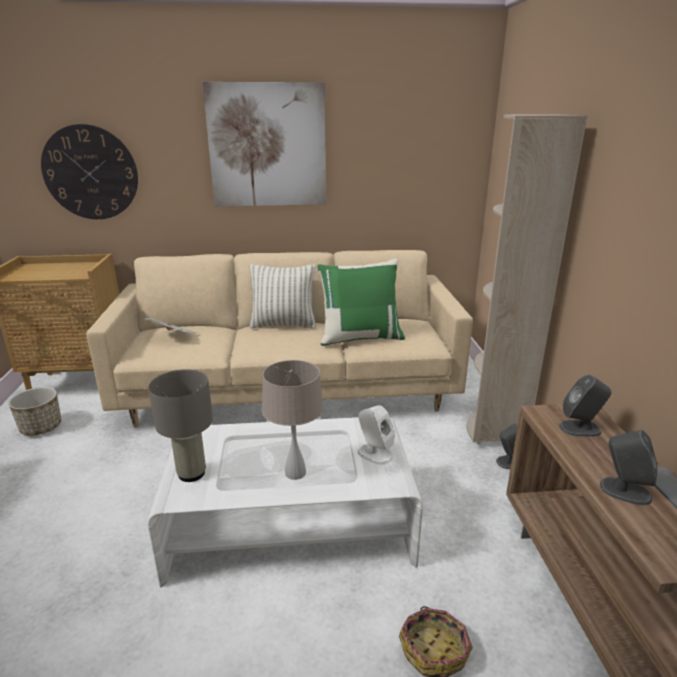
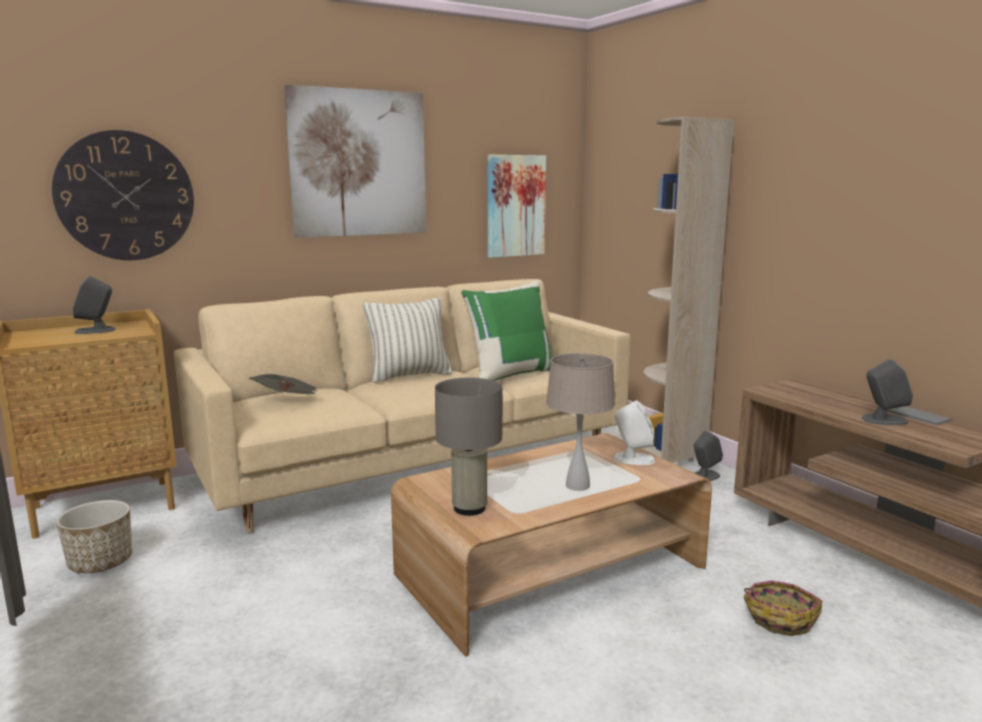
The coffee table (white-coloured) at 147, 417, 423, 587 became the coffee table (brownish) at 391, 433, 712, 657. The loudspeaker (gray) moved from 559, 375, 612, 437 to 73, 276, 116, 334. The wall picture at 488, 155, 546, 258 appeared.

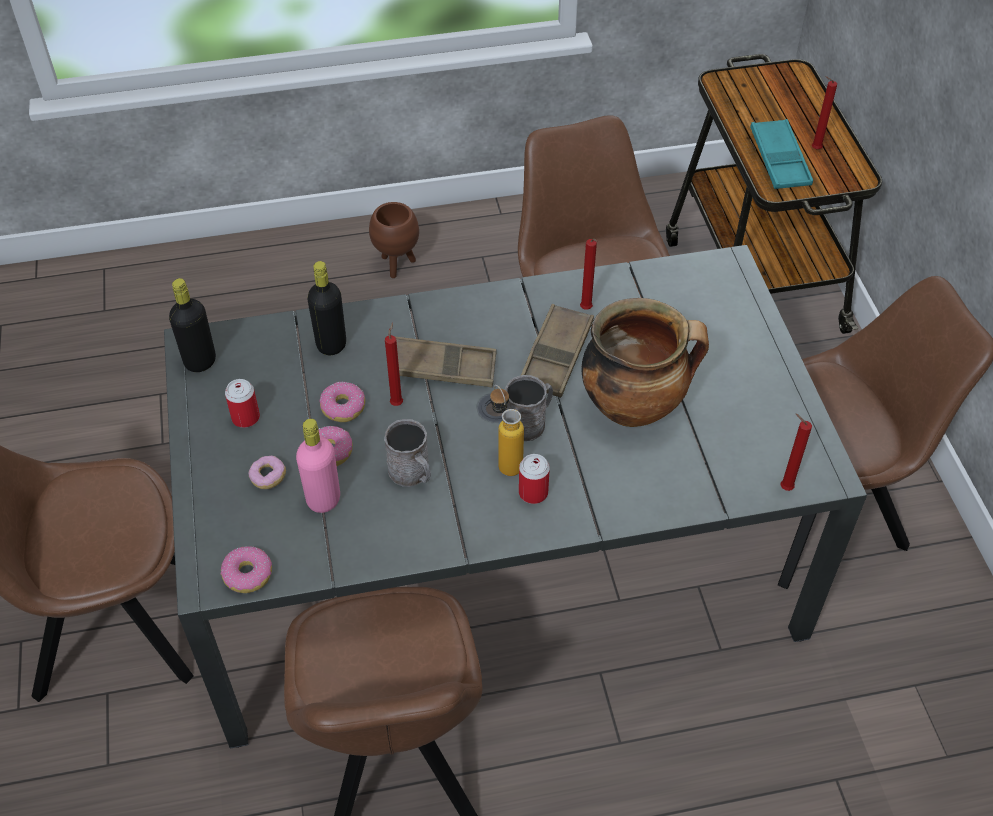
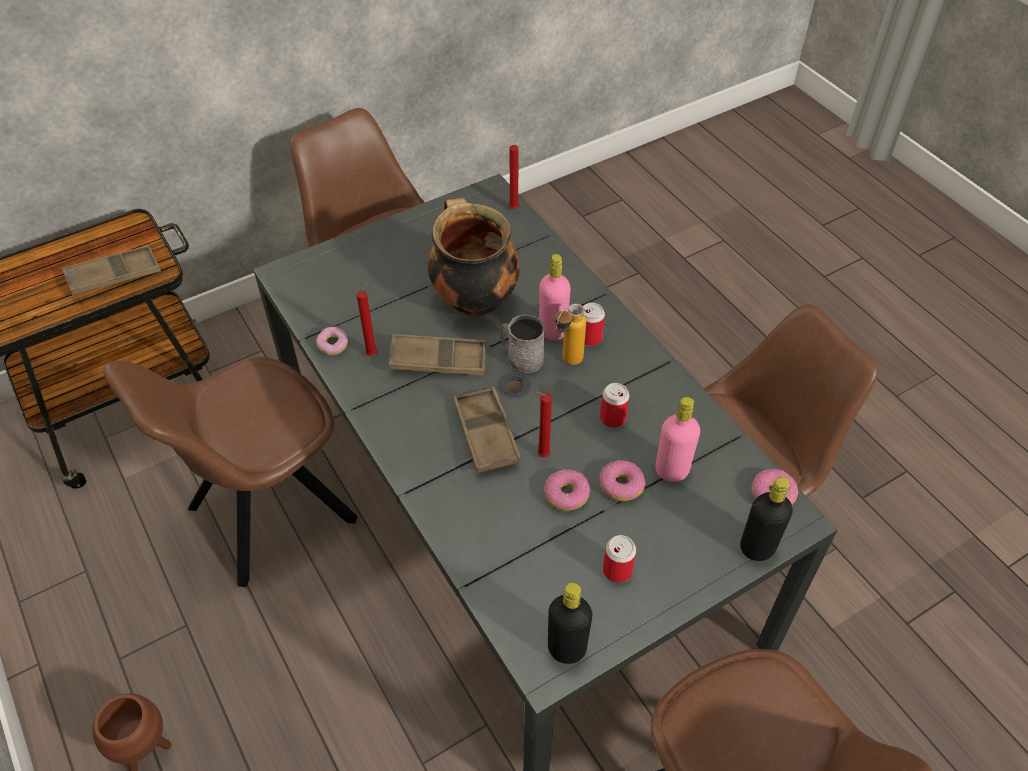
The ring doughnut moved from 249, 456, 286, 489 to 316, 327, 348, 355. The beverage bottle (blackish) moved from 307, 261, 346, 355 to 740, 477, 793, 561. The coffee mug (gray) at 384, 419, 431, 487 was replaced by the sealed can at 600, 383, 629, 428. The carrying tray (turquoise-coloured) at 750, 119, 813, 189 became the carrying tray (brownish) at 62, 245, 161, 295. The wax light (red-coloured) at 812, 76, 837, 150 disappeared. The beverage bottle (pink) at 539, 254, 571, 340 appeared.

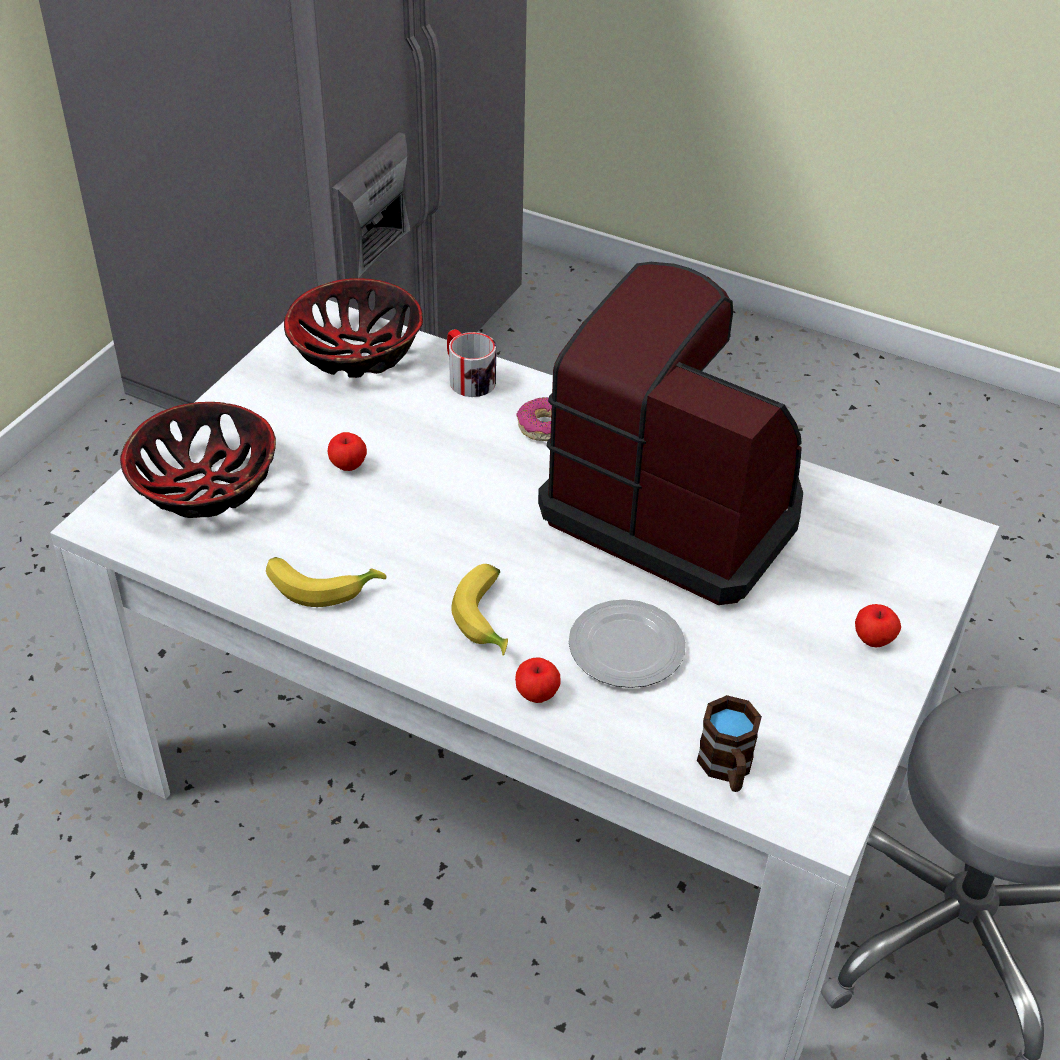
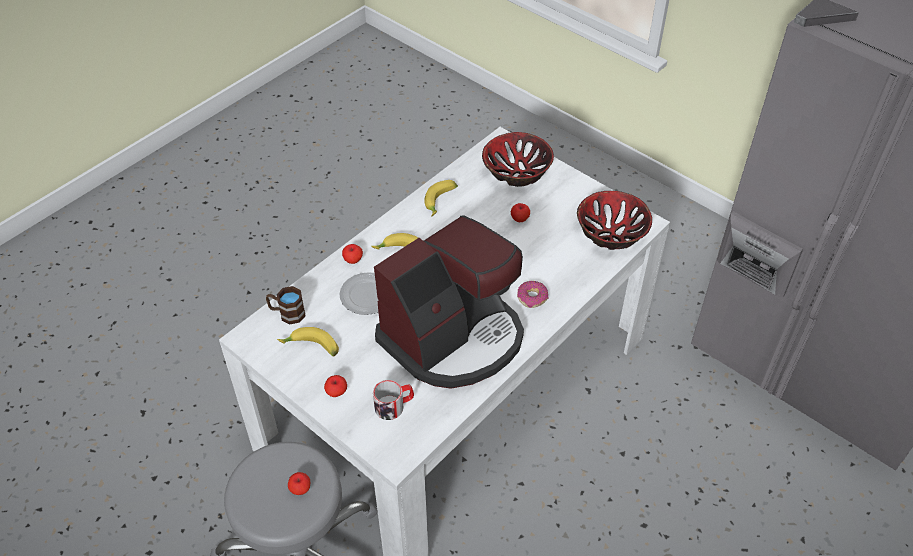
The coffee mug moved from 447, 329, 496, 397 to 373, 380, 414, 420. The banana fruit at 277, 327, 339, 357 appeared. The apple at 288, 472, 310, 495 appeared.

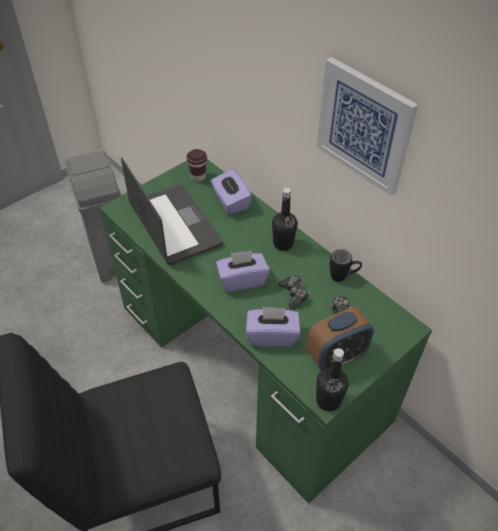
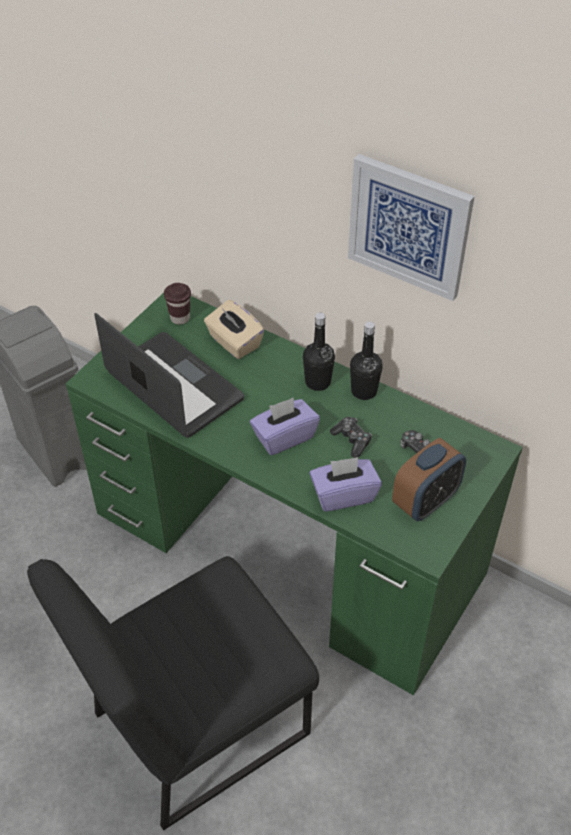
The tissue holder (purple-coloured) at 211, 169, 252, 215 became the tissue holder (beige) at 204, 300, 264, 359. The beverage bottle (blackish) moved from 316, 348, 349, 411 to 350, 322, 383, 400. The coffee mug (blackish) at 330, 249, 362, 282 disappeared.

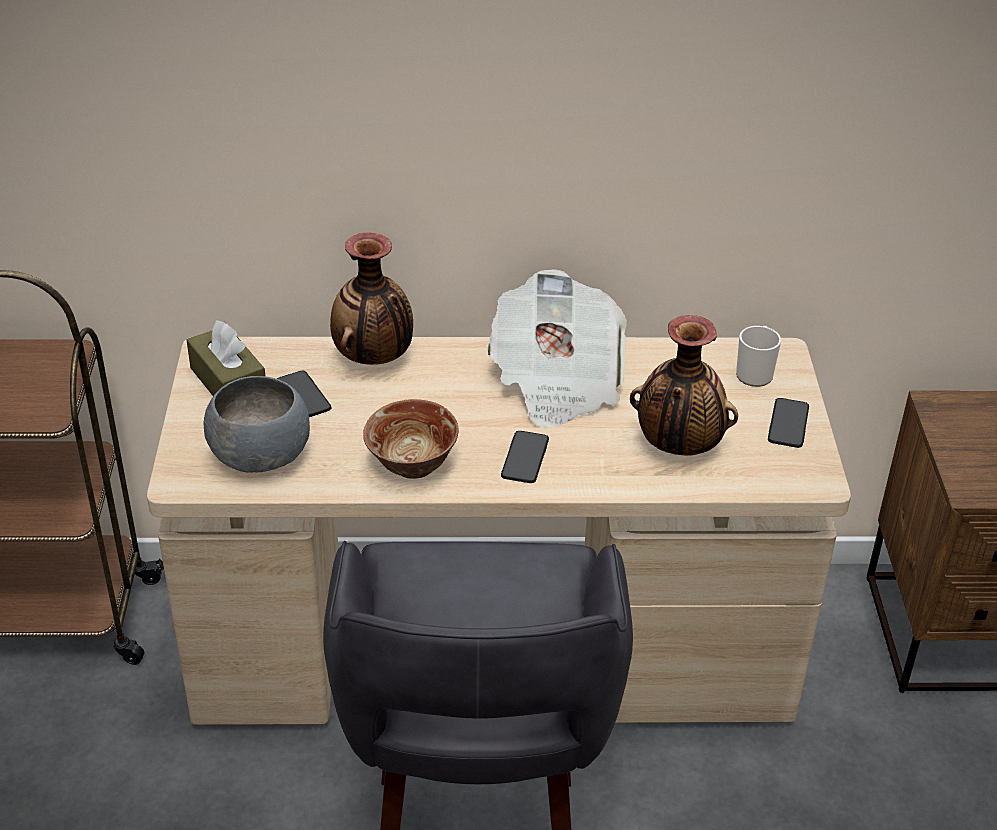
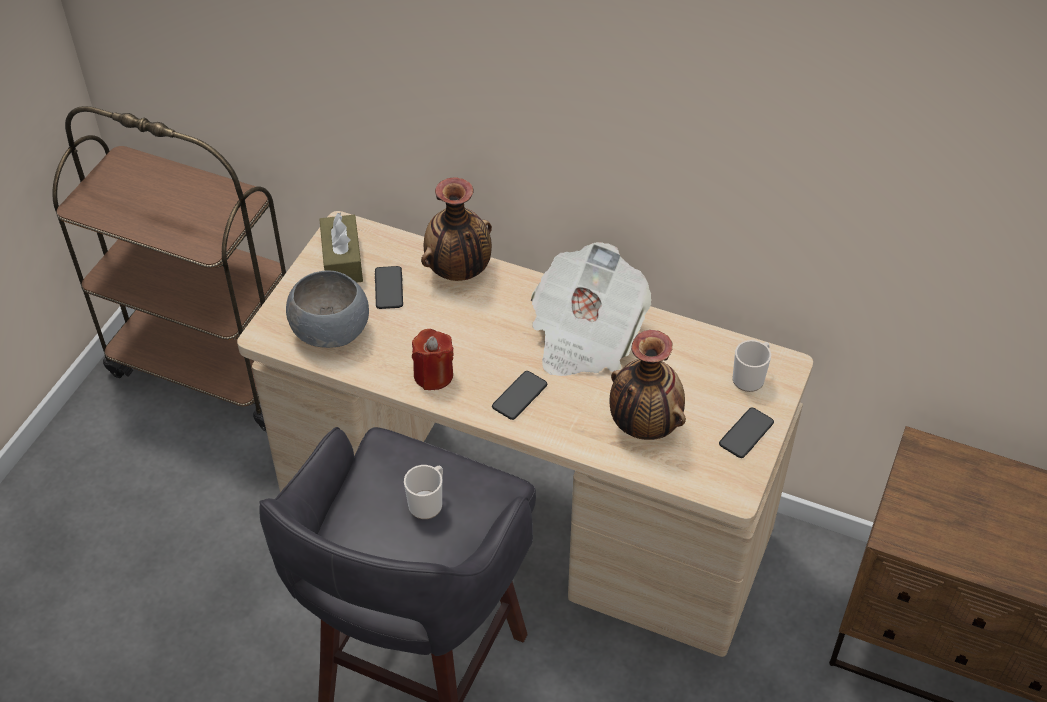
The serving bowl at 363, 399, 458, 479 was replaced by the wax light (red-coloured) at 412, 329, 454, 390. The coffee mug at 404, 465, 443, 519 appeared.

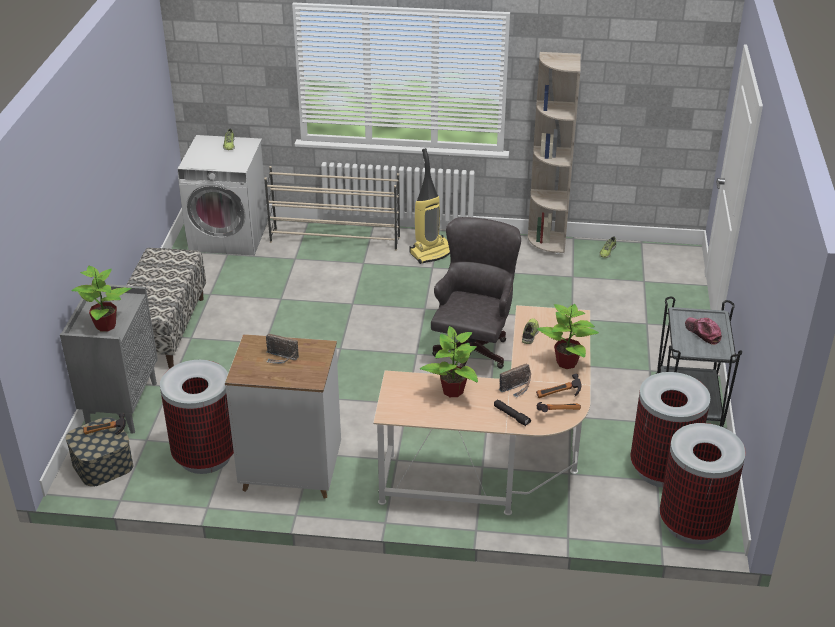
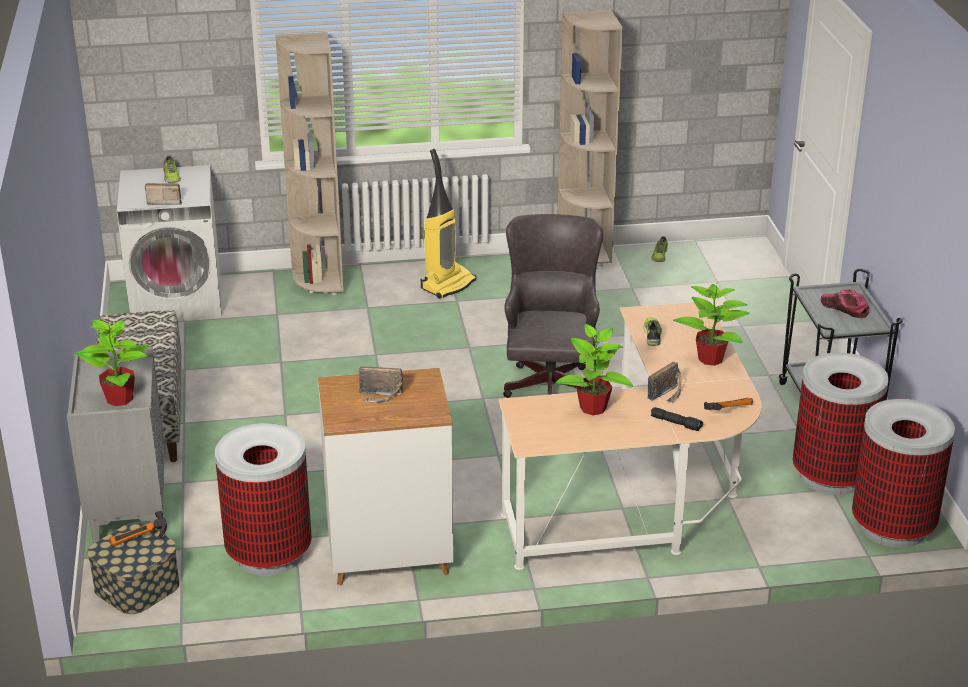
The shoe rack (beige) at 264, 166, 400, 251 was replaced by the bookcase (beige) at 275, 32, 343, 295. The hammer at 536, 374, 582, 398 disappeared. The radio receiver at 145, 183, 182, 205 appeared.

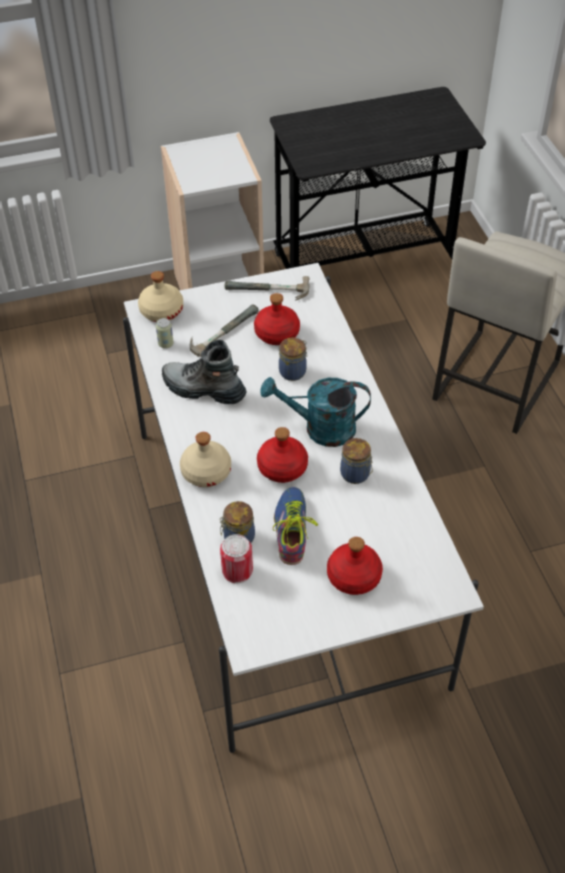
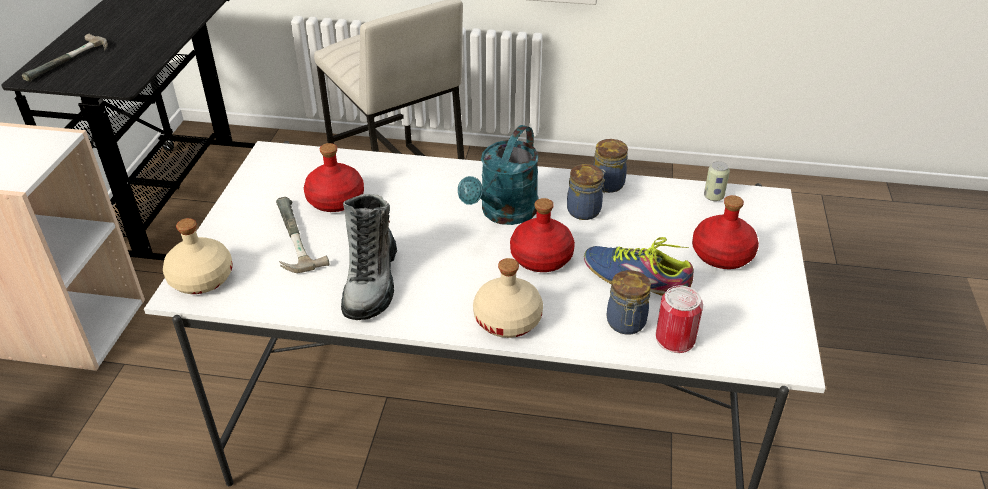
The sealed can moved from 156, 318, 174, 349 to 704, 161, 730, 201. The boot at 162, 340, 246, 404 turned 45 degrees counterclockwise. The hammer moved from 224, 276, 310, 301 to 22, 34, 108, 82. The preserve jar moved from 279, 337, 307, 381 to 593, 139, 628, 193.

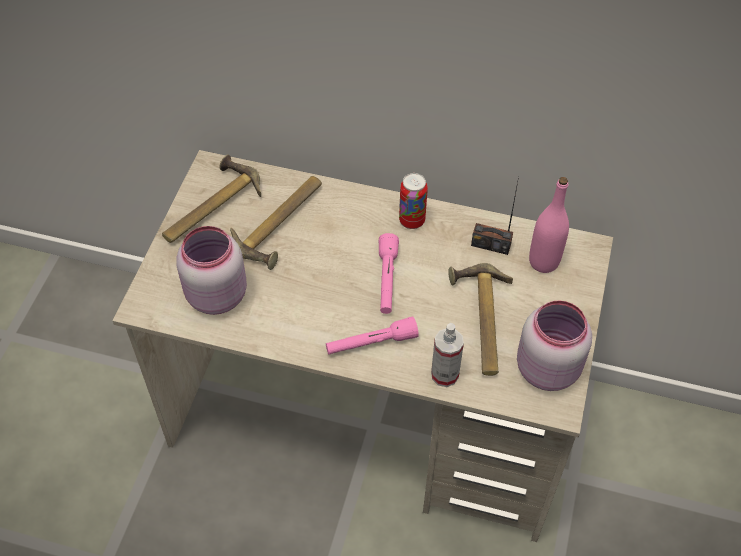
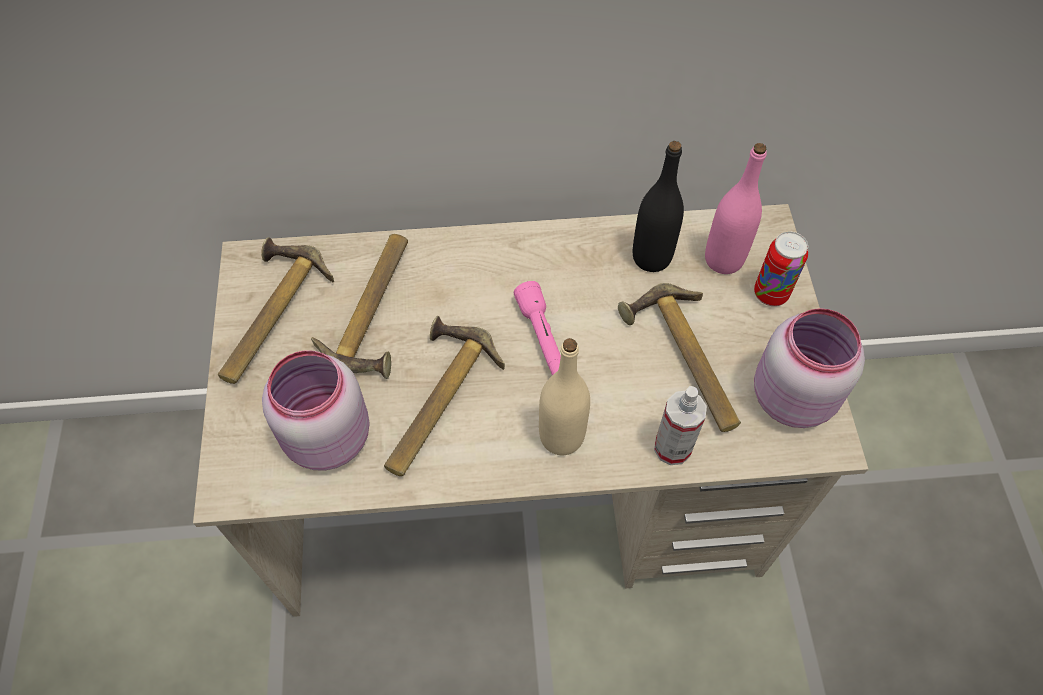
The hand torch (pink) at 326, 316, 419, 355 was replaced by the beverage bottle (beige) at 539, 338, 590, 455. The sealed can moved from 399, 173, 428, 229 to 754, 232, 808, 306. The radio receiver at 471, 177, 519, 255 was replaced by the beverage bottle (blackish) at 633, 141, 684, 272. The hammer at 384, 316, 505, 476 appeared.

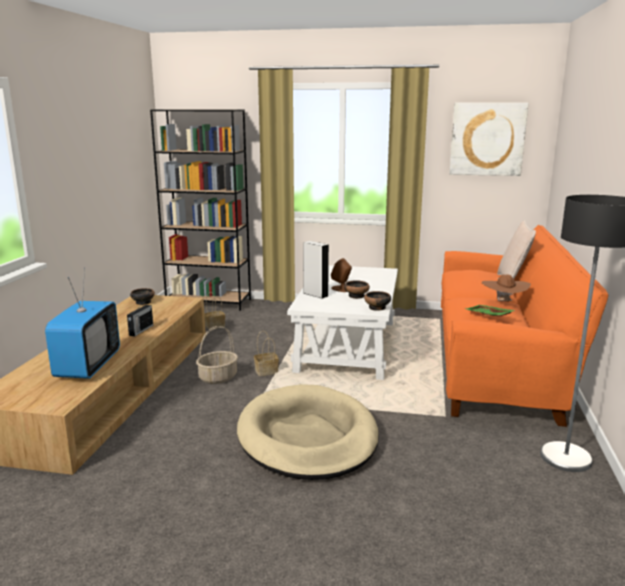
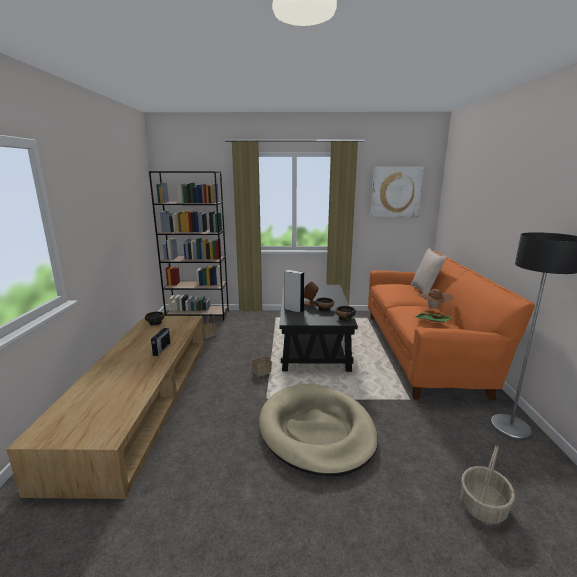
The television at 45, 268, 120, 379 disappeared. The household basket moved from 196, 326, 238, 384 to 460, 446, 515, 524. The coffee table (white-coloured) at 287, 265, 398, 380 became the coffee table (blackish) at 279, 285, 358, 372.

